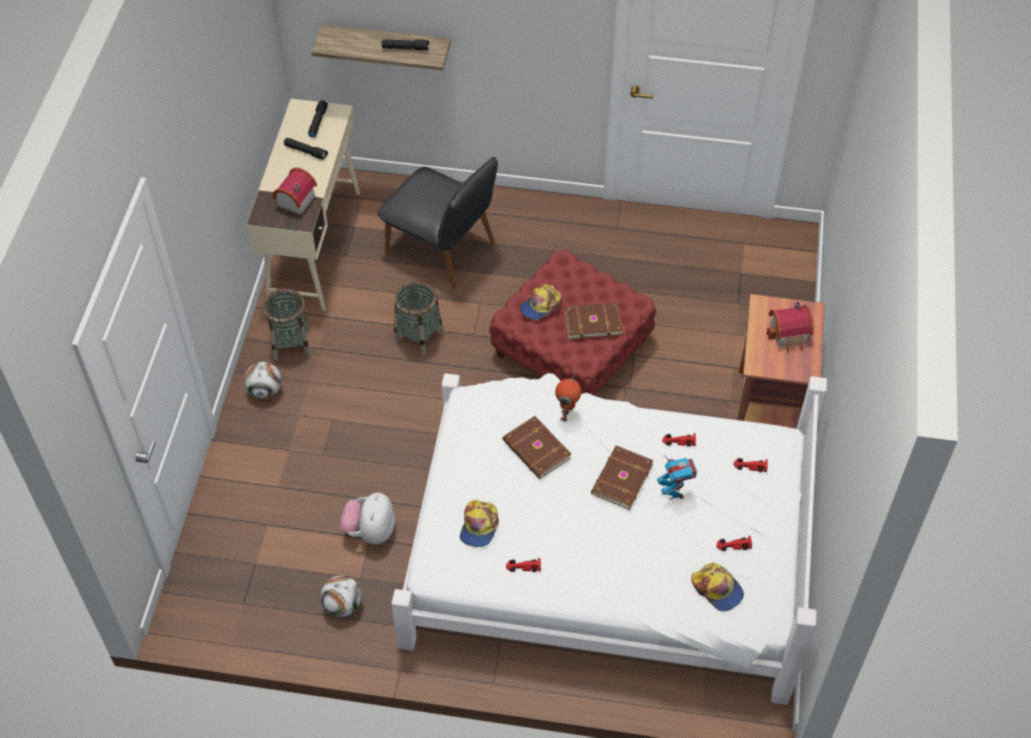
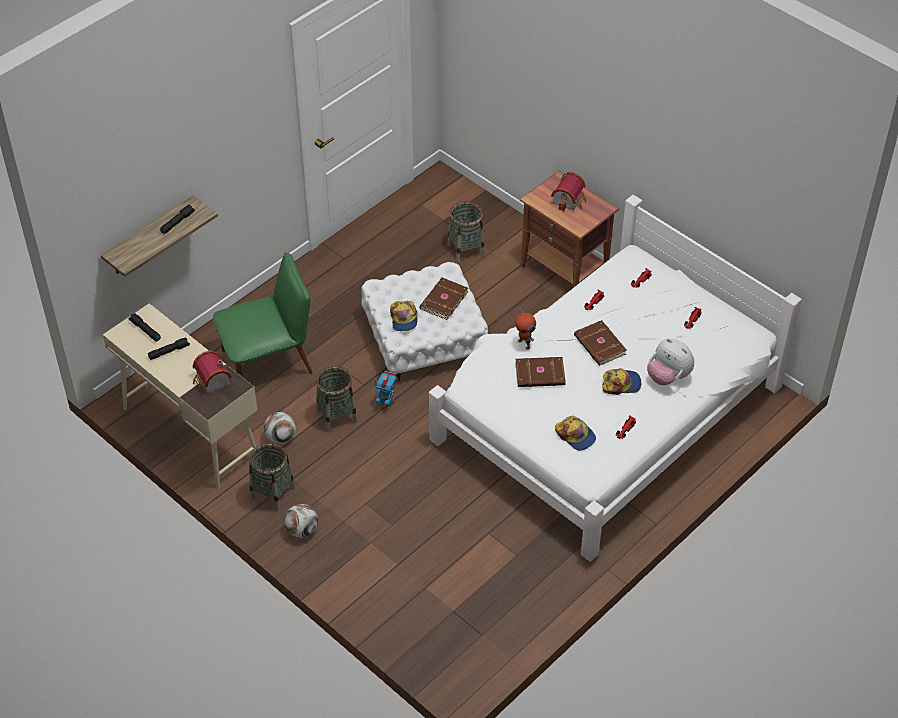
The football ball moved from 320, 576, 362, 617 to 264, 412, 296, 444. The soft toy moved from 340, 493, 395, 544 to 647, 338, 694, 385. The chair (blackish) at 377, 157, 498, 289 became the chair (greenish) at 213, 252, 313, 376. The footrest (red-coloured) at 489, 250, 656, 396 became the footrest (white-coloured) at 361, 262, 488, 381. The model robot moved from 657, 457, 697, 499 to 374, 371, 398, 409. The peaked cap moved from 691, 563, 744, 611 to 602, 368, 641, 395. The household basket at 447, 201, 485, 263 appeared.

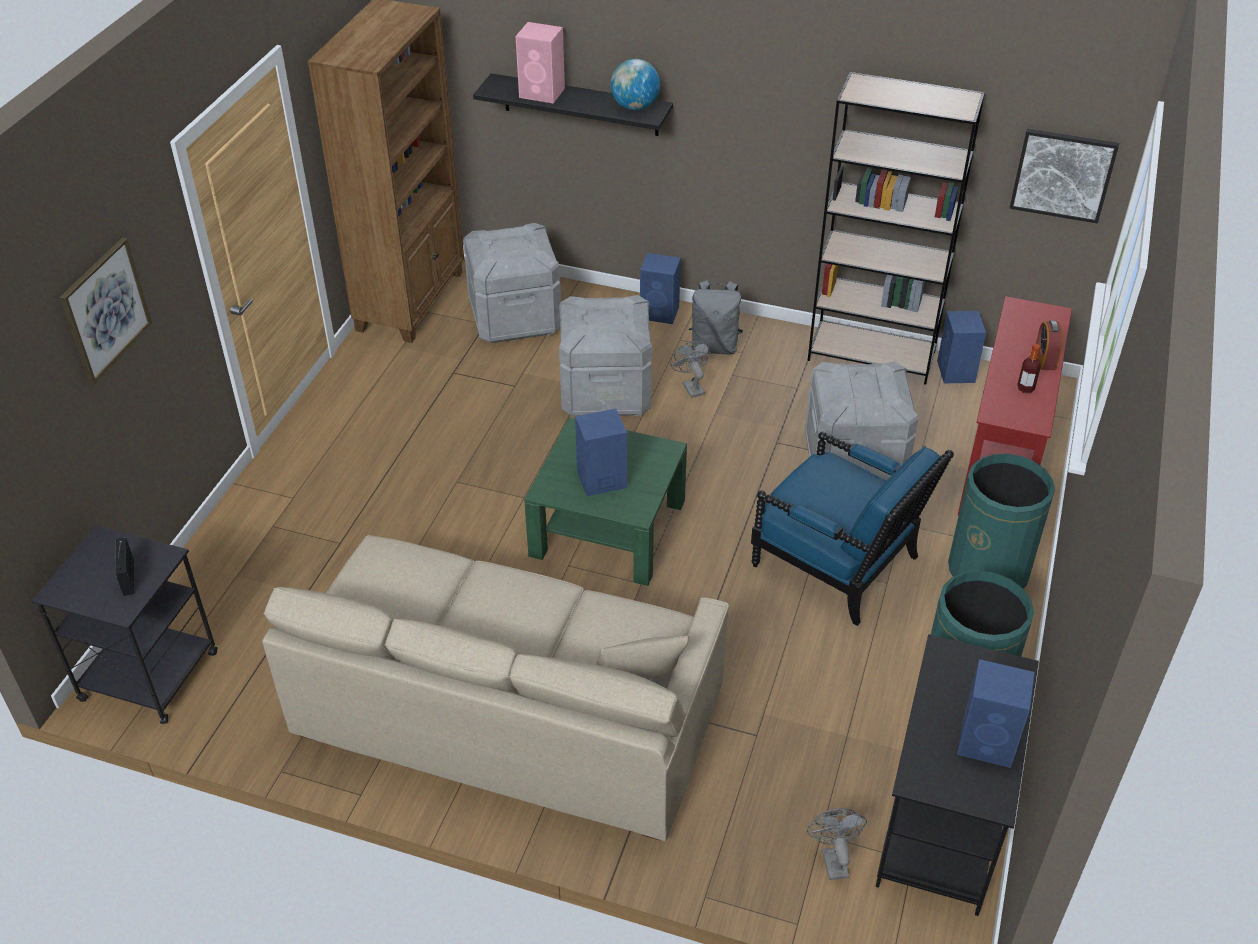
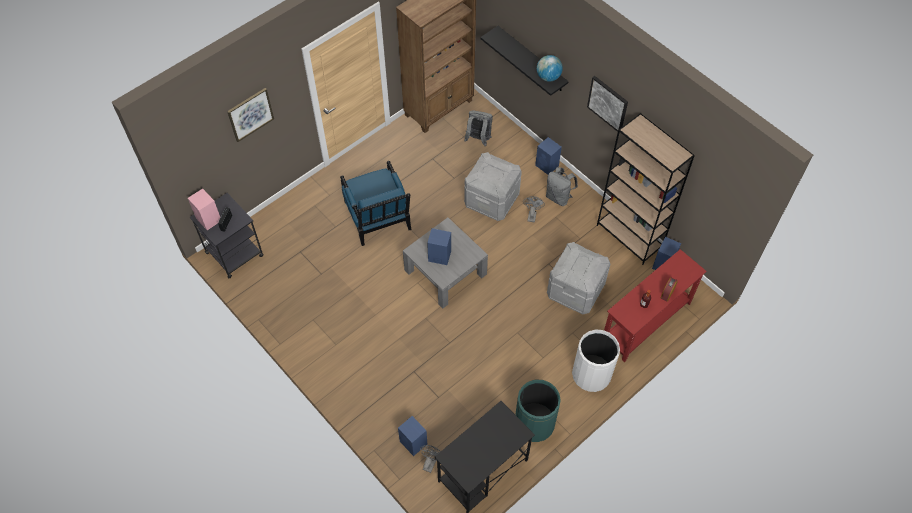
The sofa (beige) at 262, 535, 729, 842 disappeared. The storage bin (gray) at 463, 223, 561, 343 was replaced by the backpack (gray) at 464, 111, 493, 146. The loudspeaker (pink) moved from 516, 22, 565, 103 to 188, 188, 221, 230. The coffee table (greenish) at 524, 418, 687, 586 became the coffee table (gray) at 403, 218, 488, 308. The easy chair (blue-coloured) moved from 751, 432, 954, 626 to 340, 161, 412, 246. The rubbish bin (greenish) at 948, 453, 1055, 588 became the rubbish bin (white-coloured) at 572, 330, 620, 392. The loudspeaker (blue-coloured) moved from 957, 659, 1034, 768 to 398, 416, 427, 456. The wall picture moved from 1009, 129, 1119, 224 to 587, 76, 628, 132.

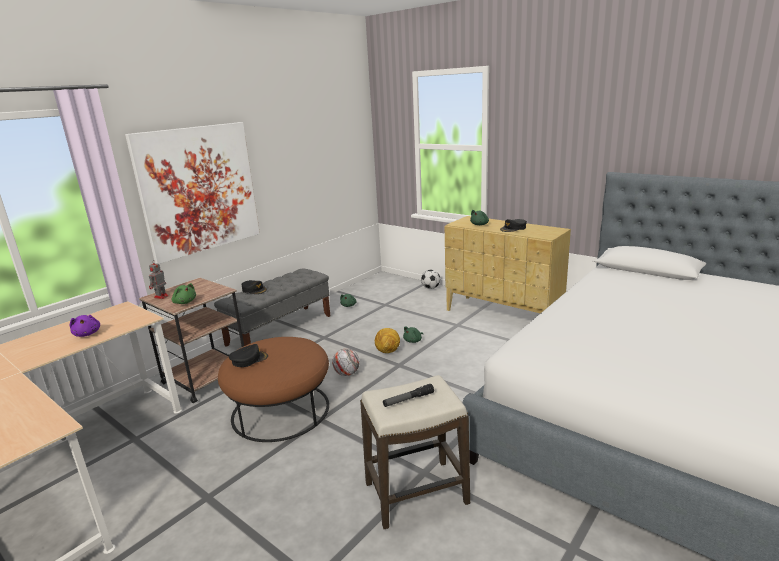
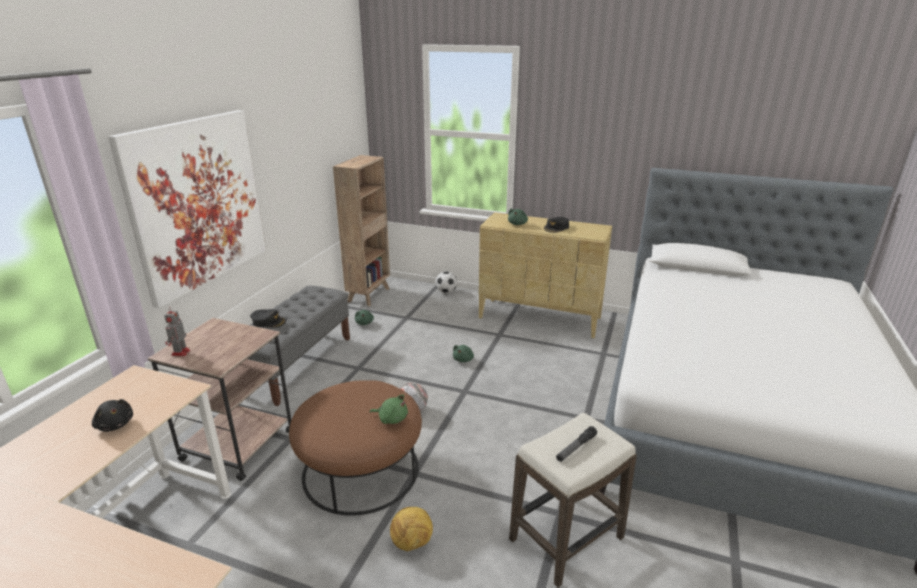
The soft toy (purple-coloured) at 70, 315, 100, 337 became the soft toy (blackish) at 92, 399, 133, 432. The soft toy (greenish) moved from 172, 283, 196, 304 to 370, 395, 408, 424. The peaked cap (blackish) at 229, 344, 268, 367 disappeared. The football ball moved from 375, 328, 400, 353 to 390, 507, 433, 551. The bookcase (brownish) at 333, 155, 390, 306 appeared.

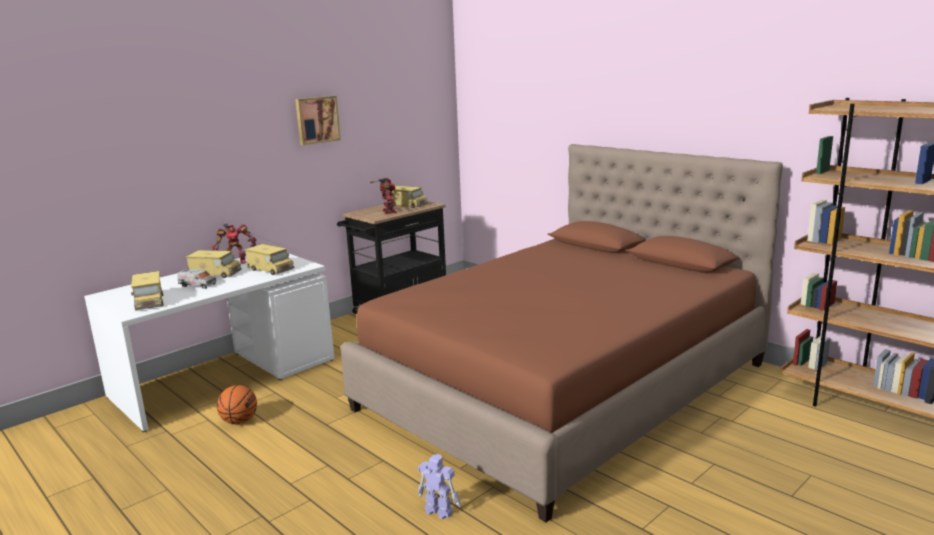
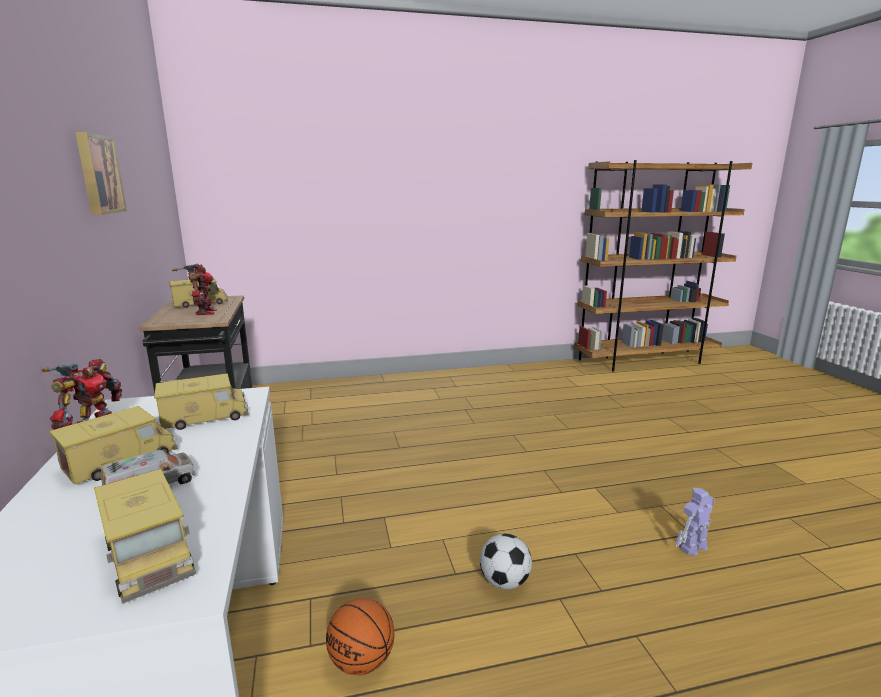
The model truck at 131, 271, 163, 310 turned 45 degrees clockwise. The bed (brownish) at 341, 144, 783, 522 disappeared. The model robot at 370, 177, 397, 214 turned 60 degrees clockwise. The football ball at 480, 534, 532, 589 appeared.

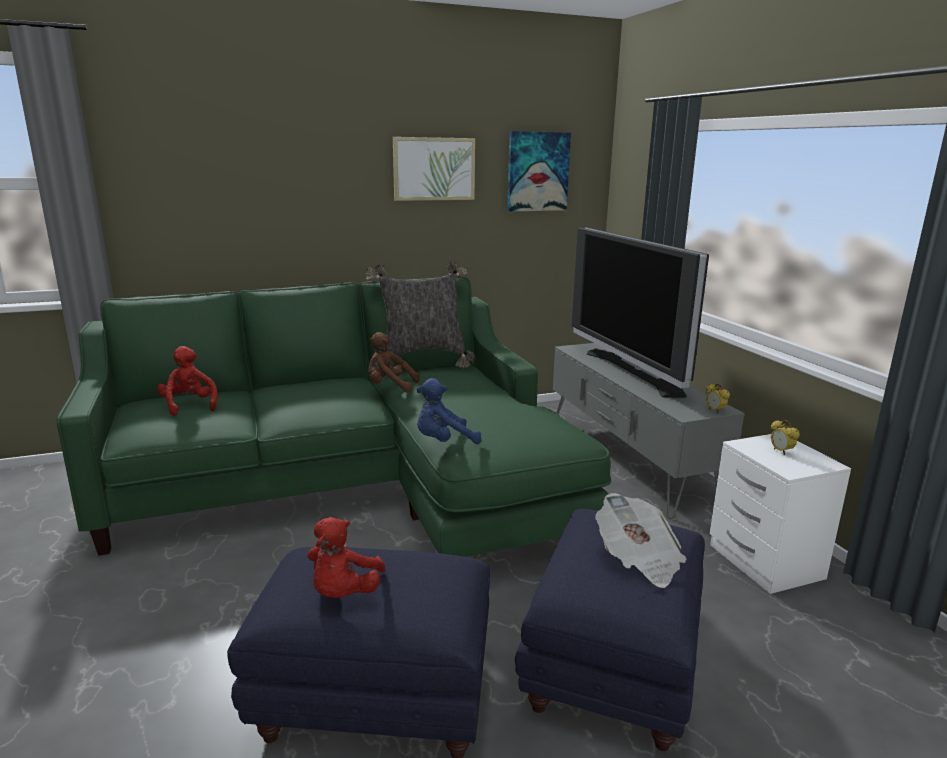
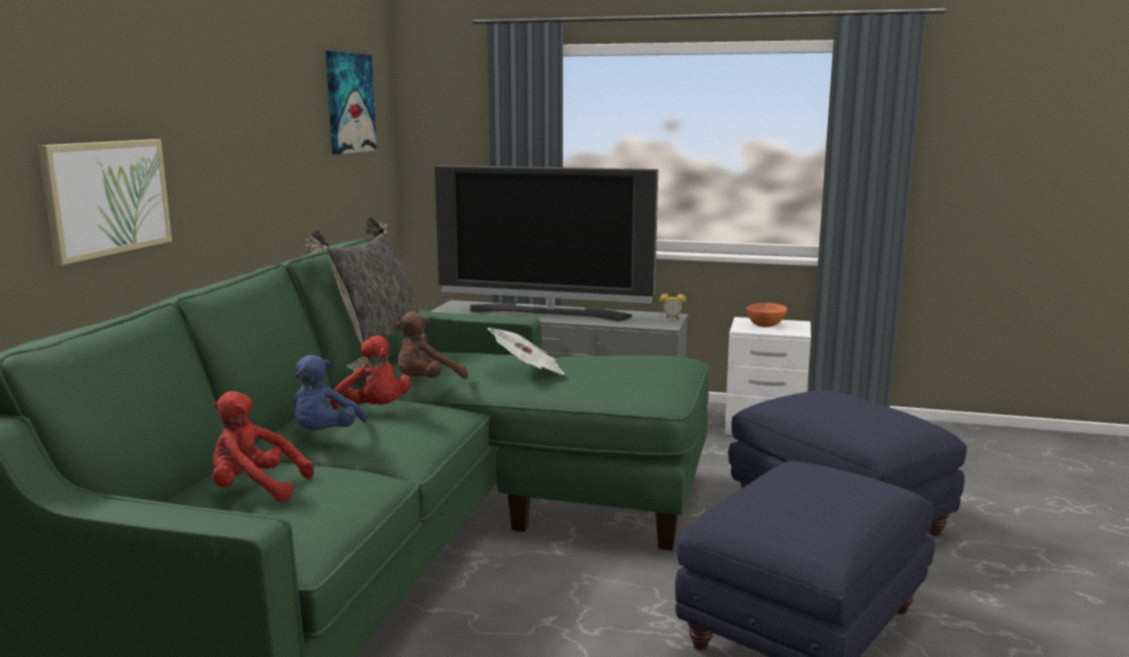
The soft toy (red-coloured) moved from 307, 517, 385, 598 to 330, 335, 411, 409. The wall picture moved from 393, 137, 475, 201 to 38, 139, 172, 265. The soft toy (blue-coloured) moved from 417, 378, 482, 444 to 293, 355, 367, 430. The daily paper moved from 595, 493, 686, 588 to 488, 328, 566, 375. The table clock at 771, 420, 800, 455 was replaced by the serving bowl (orangey) at 746, 303, 788, 327.

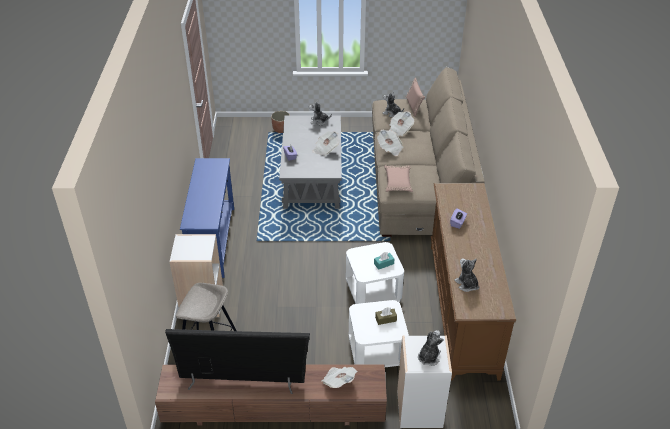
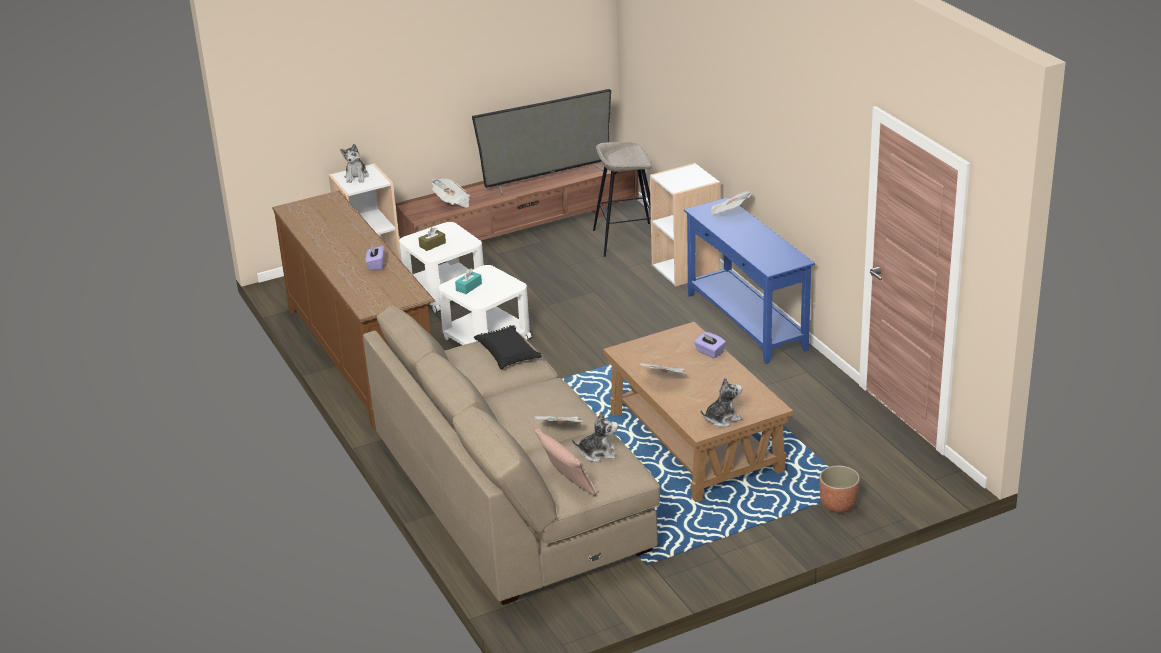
The coffee table (gray) at 279, 116, 342, 209 became the coffee table (brownish) at 603, 322, 793, 502. The daily paper moved from 377, 130, 404, 156 to 711, 190, 751, 216. The pillow (beige) at 384, 165, 413, 192 became the pillow (blackish) at 474, 325, 542, 369. The soft toy at 454, 258, 480, 292 disappeared.

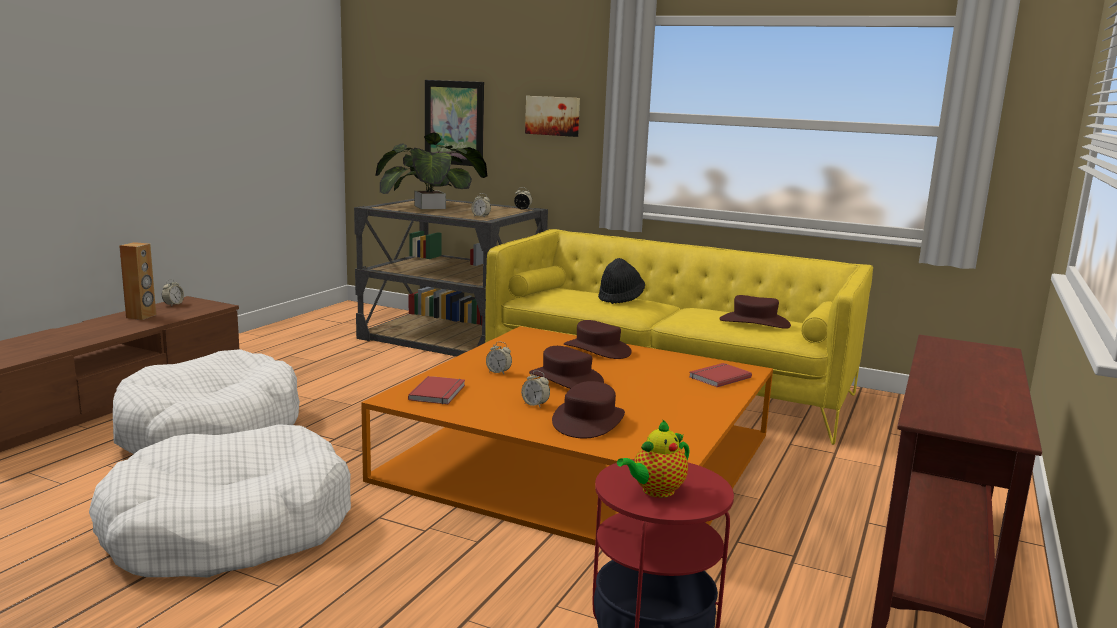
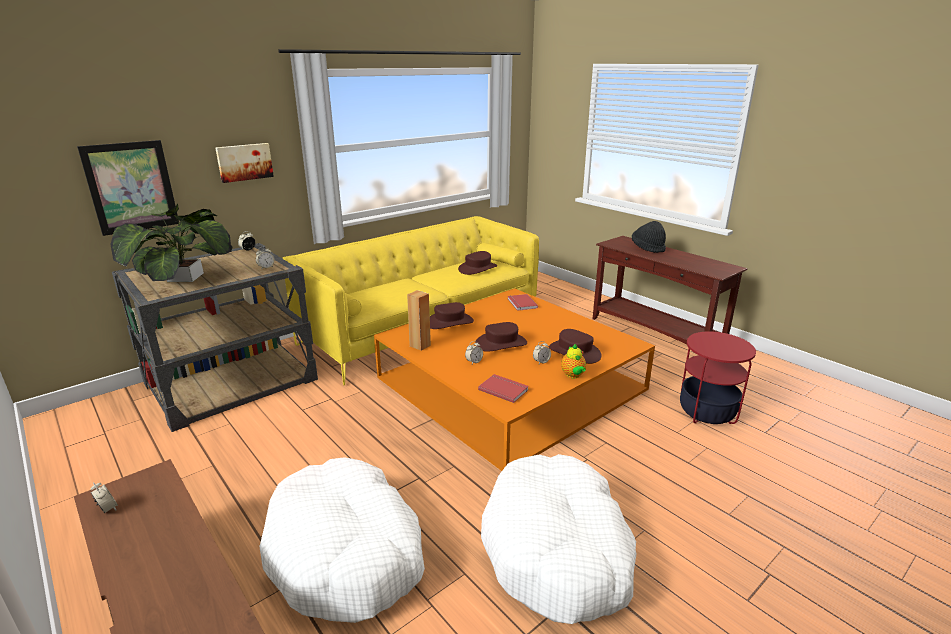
The loudspeaker (brownish) moved from 119, 242, 156, 320 to 407, 290, 431, 351. The hat (blackish) moved from 598, 258, 645, 304 to 632, 221, 666, 253. The tea pot moved from 617, 419, 689, 498 to 561, 344, 586, 378.

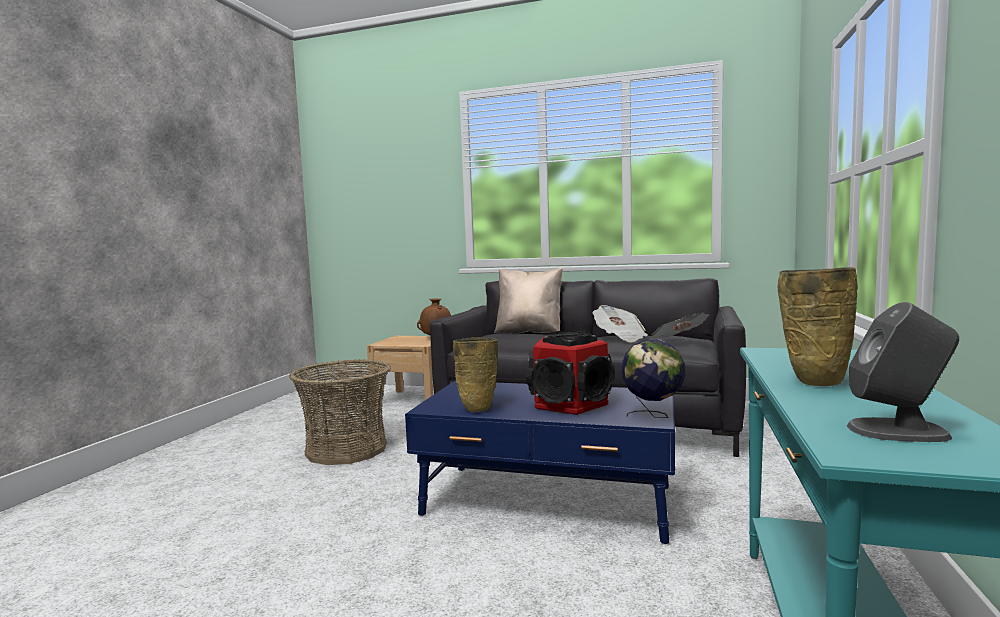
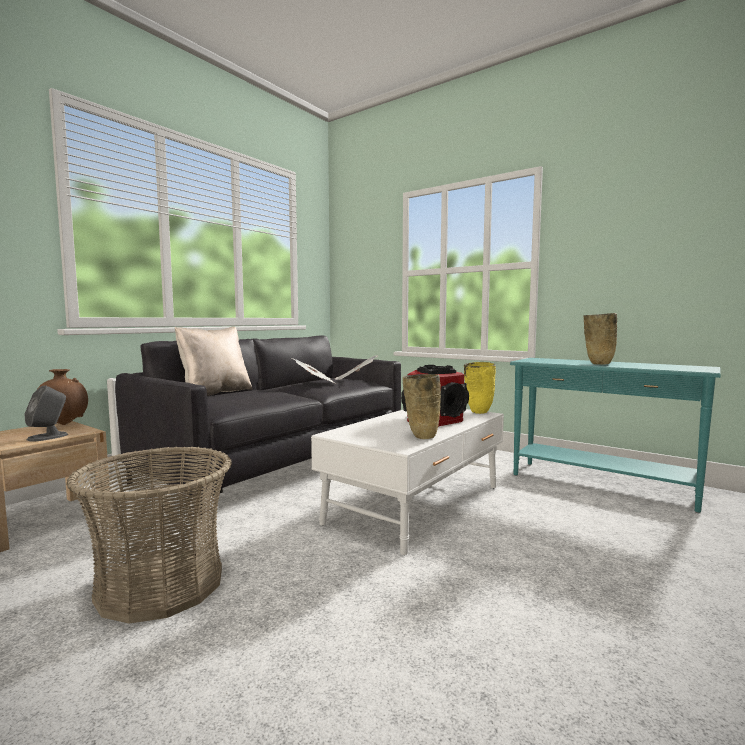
The coffee table (blue-coloured) at 405, 381, 675, 544 became the coffee table (white-coloured) at 311, 409, 504, 555. The world globe at 622, 339, 685, 418 was replaced by the flower vase (yellowish) at 464, 362, 496, 414. The loudspeaker (gray) moved from 847, 302, 959, 442 to 24, 385, 68, 441.

